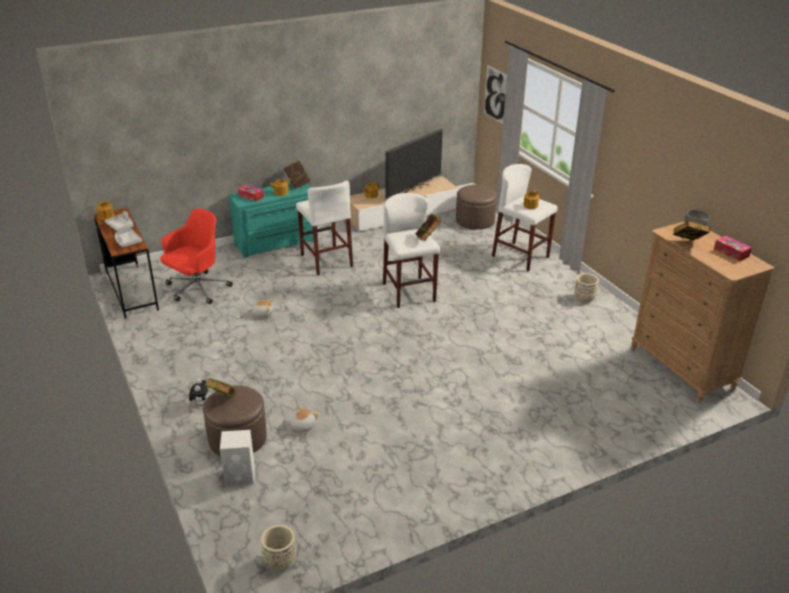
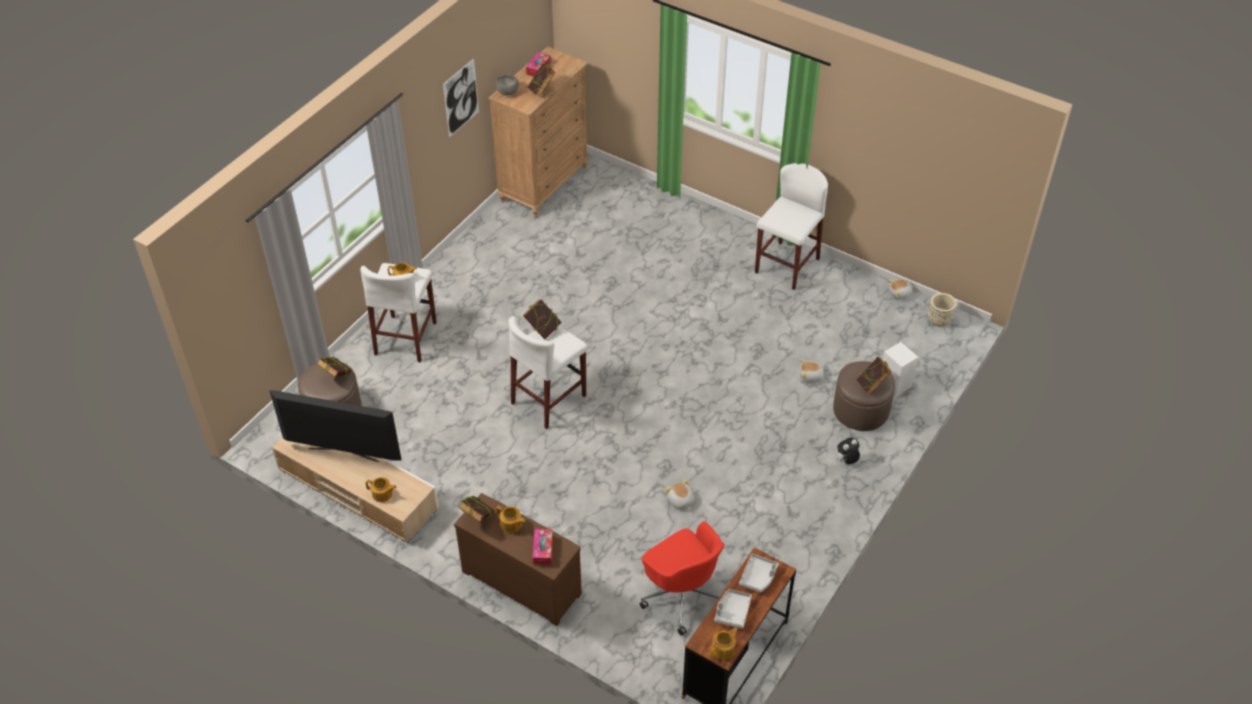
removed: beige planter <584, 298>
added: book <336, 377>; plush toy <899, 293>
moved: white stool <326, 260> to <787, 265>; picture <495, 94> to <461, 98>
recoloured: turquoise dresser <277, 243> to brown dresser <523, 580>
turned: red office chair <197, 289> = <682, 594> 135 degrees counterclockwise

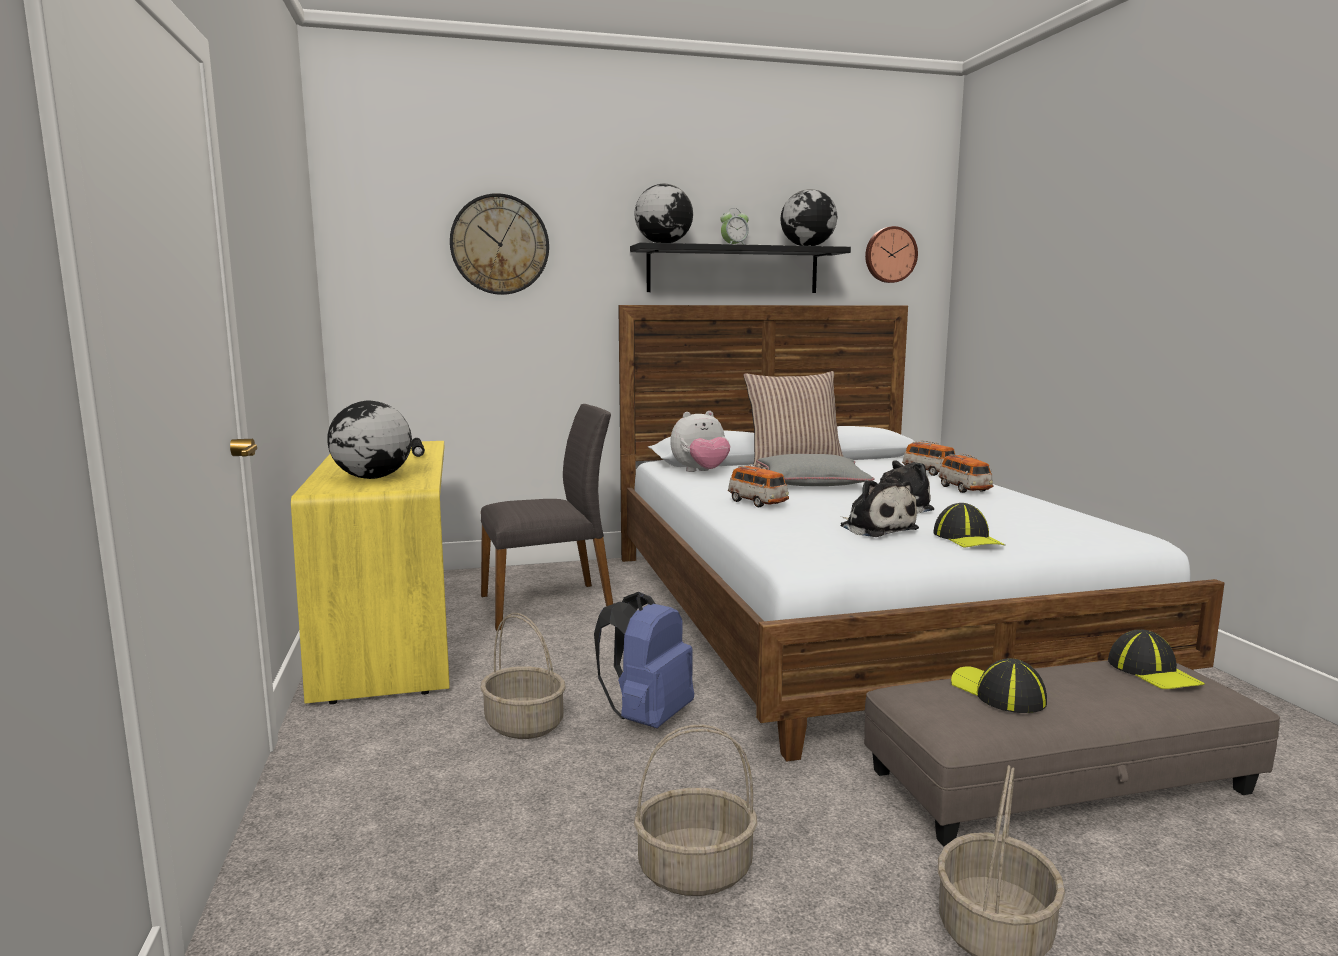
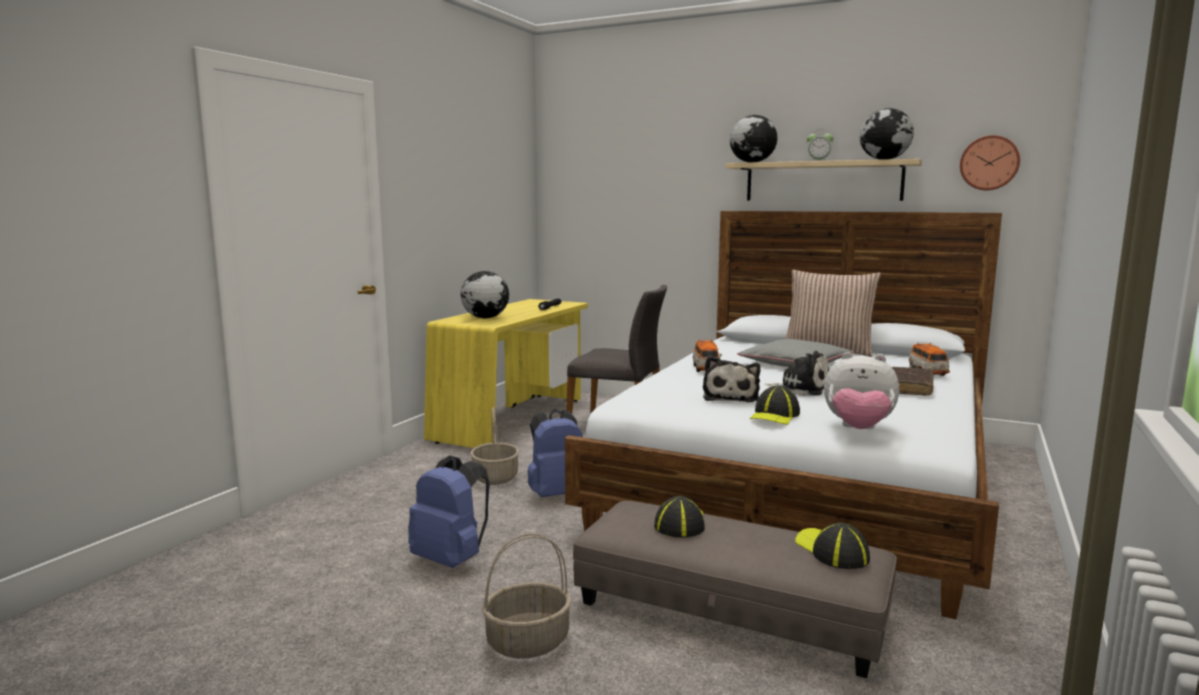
removed: wall clock <499, 244>
moved: plush toy <701, 472> to <858, 429>
replaced: basket <696, 870> to blue backpack <452, 559>; toy car <964, 489> to brown book <909, 388>
recoloured: black shelf <733, 270> to beige shelf <822, 181>
turned: cap <1153, 672> = <831, 551> 135 degrees clockwise

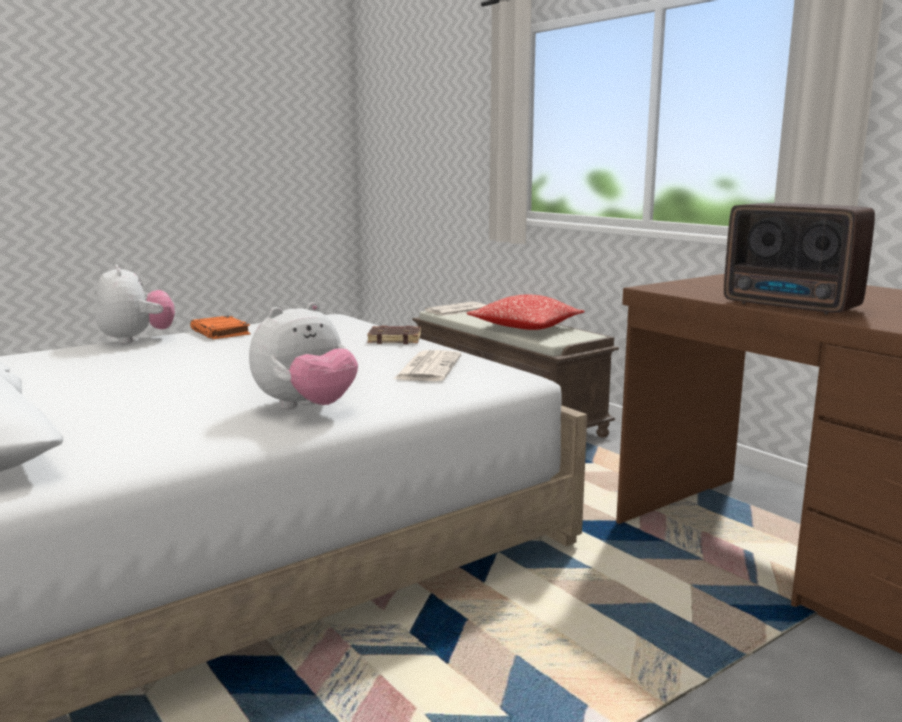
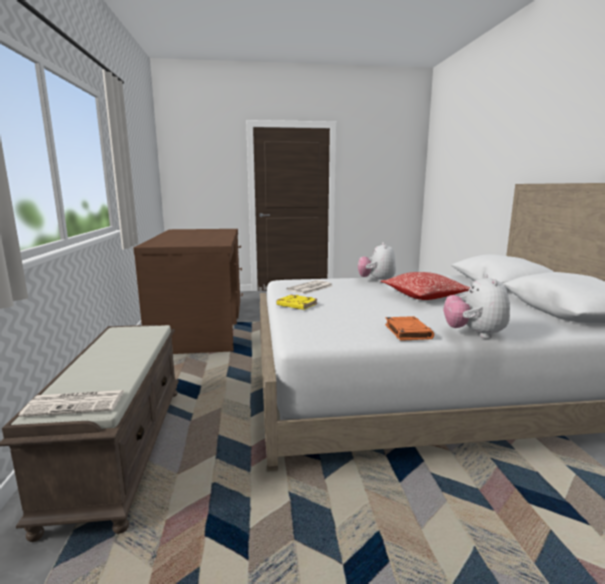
removed: radio <792, 306>
moved: pillow <525, 328> to <424, 296>
recoloured: brown book <395, 339> to yellow book <296, 305>
turned: plush toy <306, 407> = <376, 281> 75 degrees counterclockwise

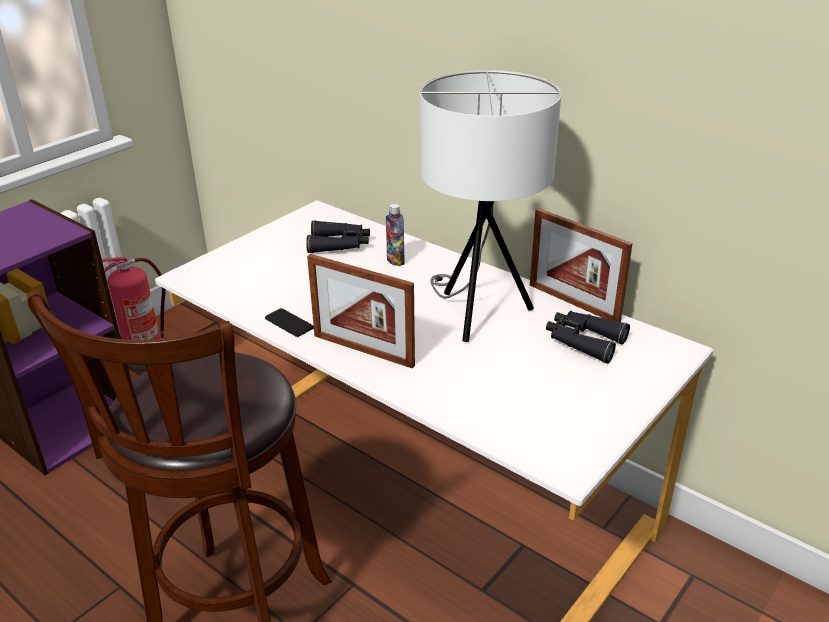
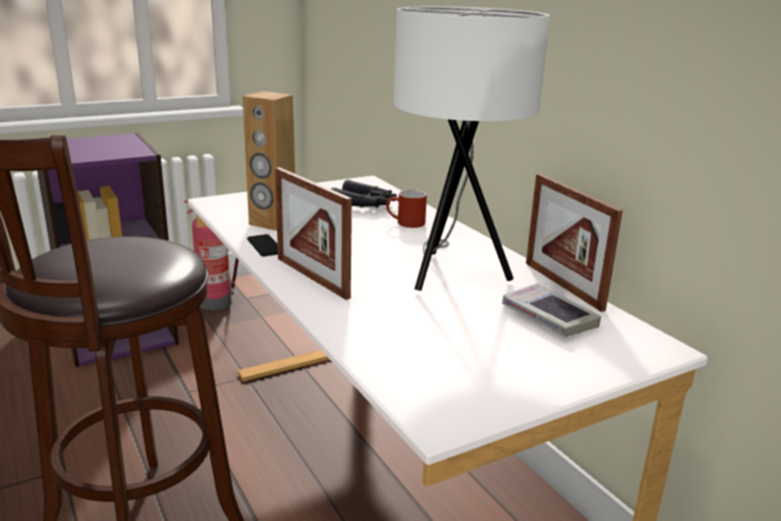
added: brown speaker <272, 223>
replaced: bottle <395, 261> to red mug <405, 223>; black binoculars <583, 341> to book <549, 317>

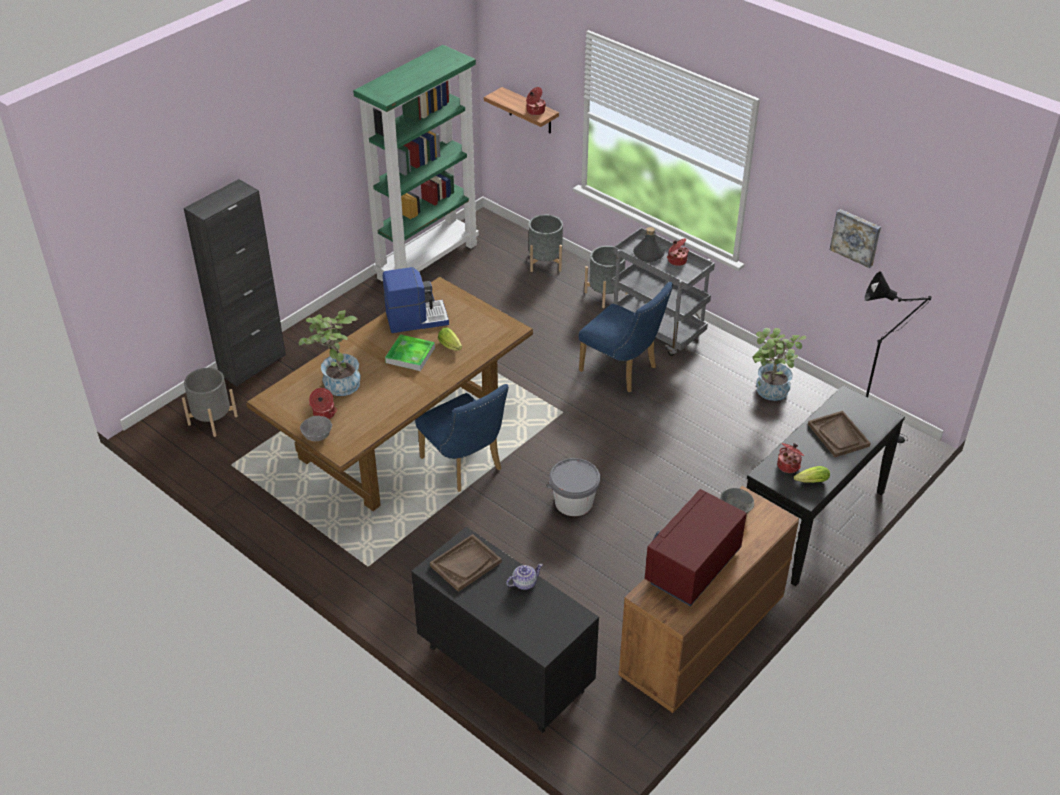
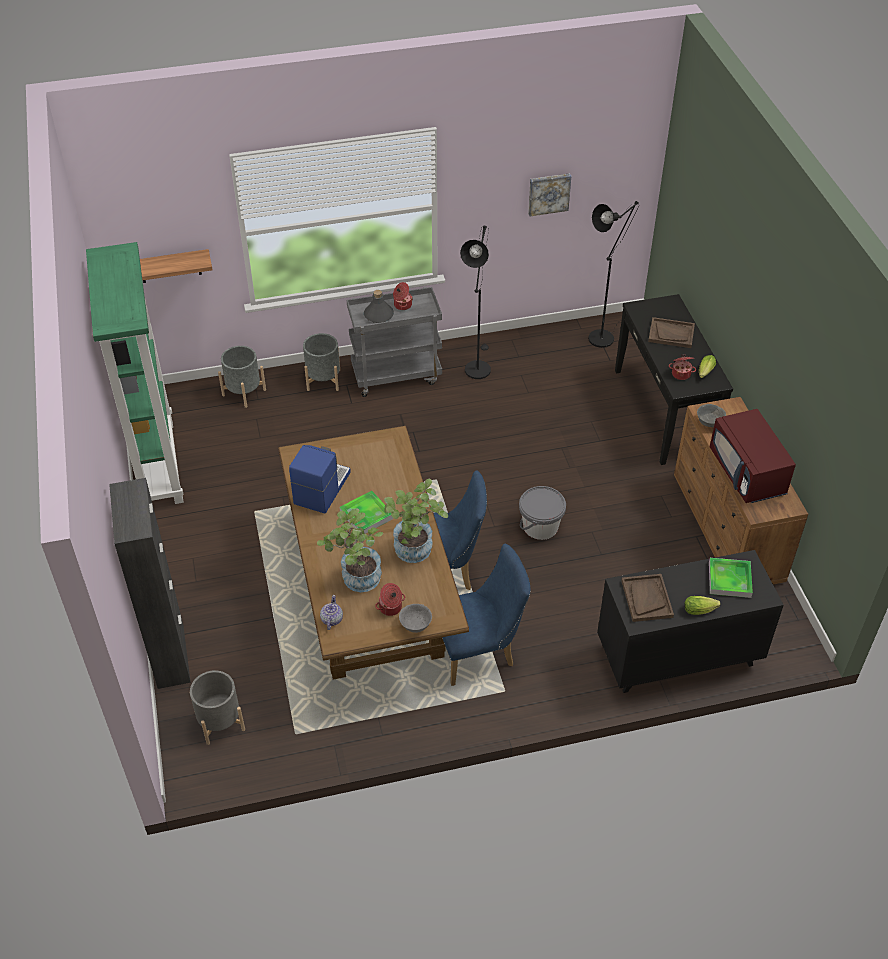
removed: cooking pot <535, 111>
added: black floor lamp <477, 366>; tray <729, 580>
moved: lettuce <451, 346> to <701, 610>; teapot <524, 583> to <331, 619>; blue chair <623, 371> to <480, 652>; potted plant <769, 393> to <415, 553>

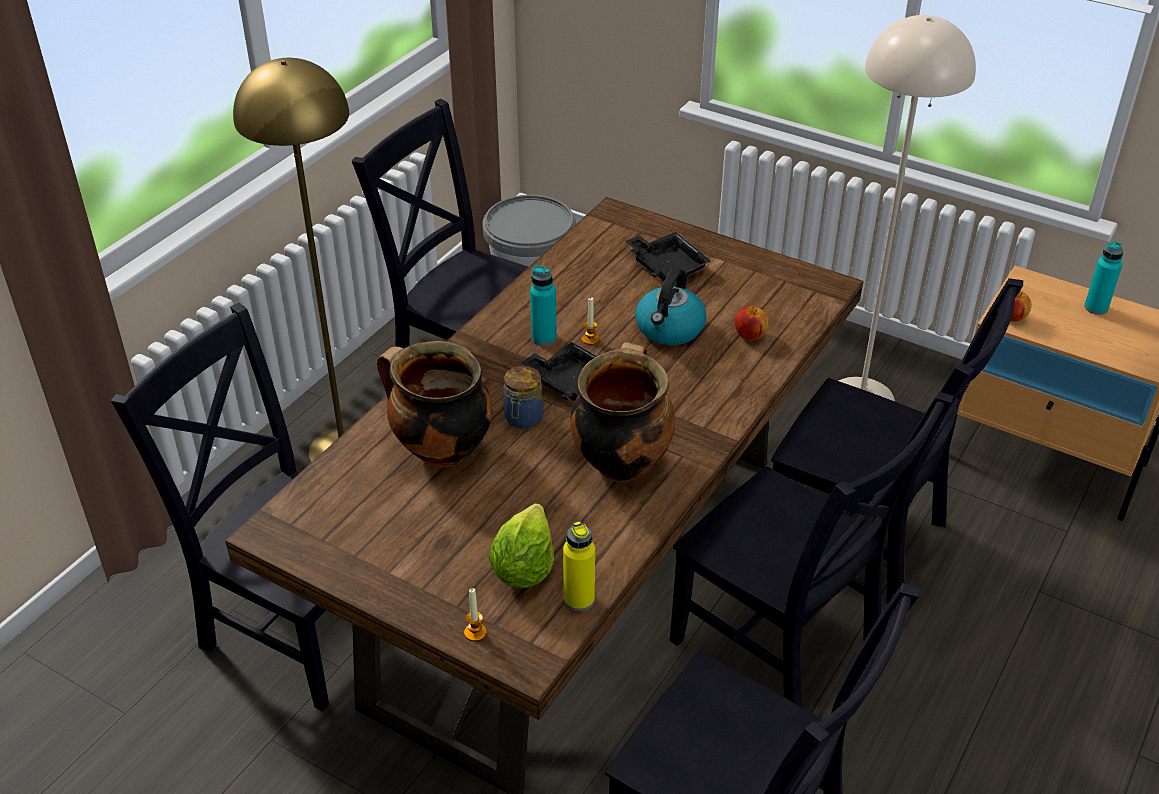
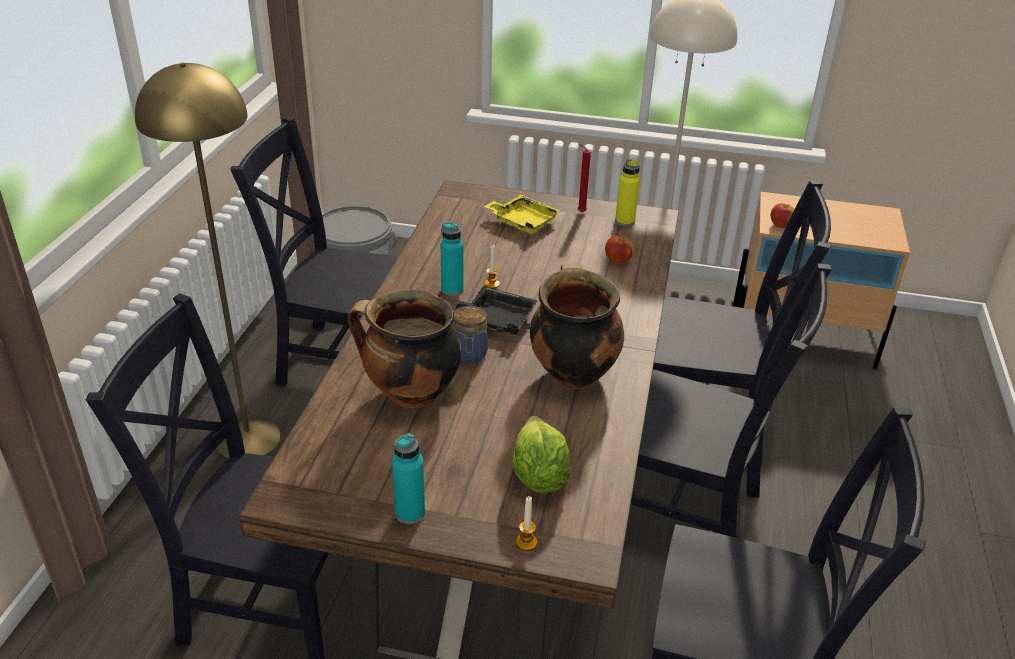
removed: kettle <669, 329>
added: red candle <580, 212>
moved: yellow bottle <579, 599> to <624, 221>; turquoise bottle <1096, 308> to <410, 513>
recoloured: black tray <667, 266> to yellow tray <523, 222>

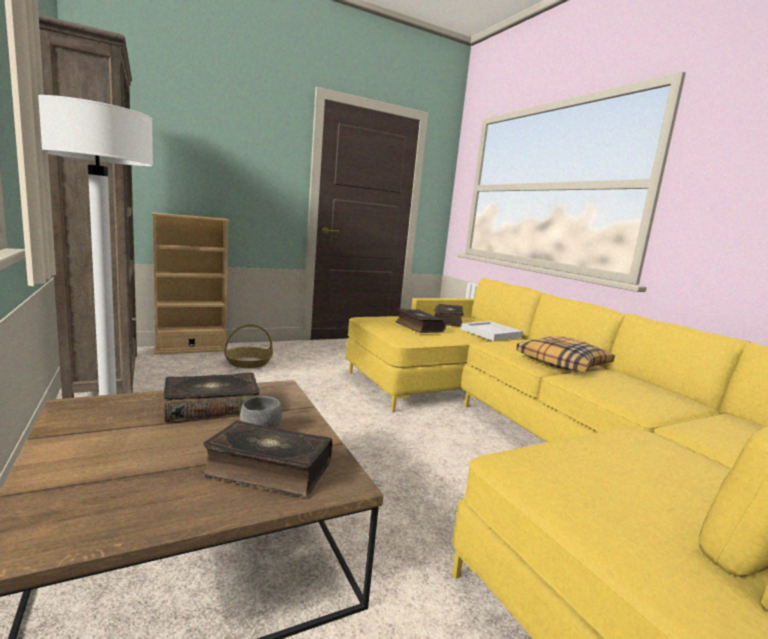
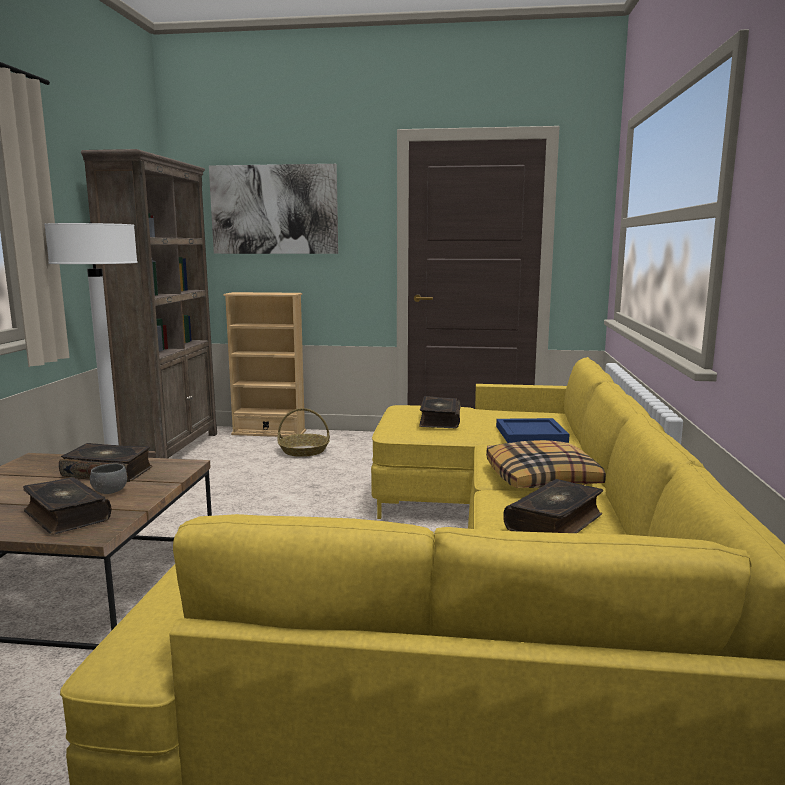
added: picture <274, 209>
moved: book <448, 321> to <555, 522>
recoloured: white tray <491, 333> to blue tray <531, 434>

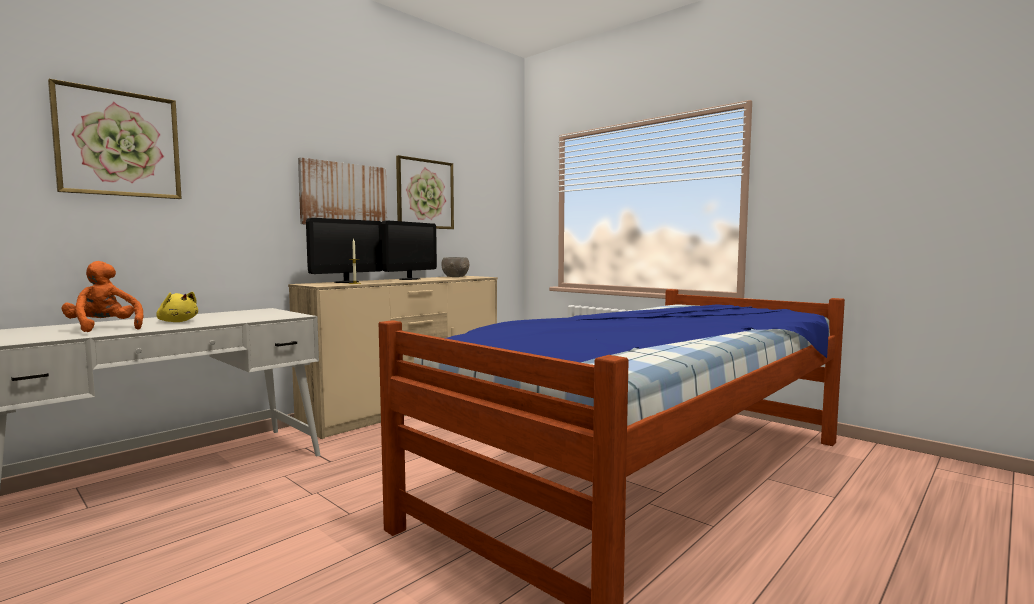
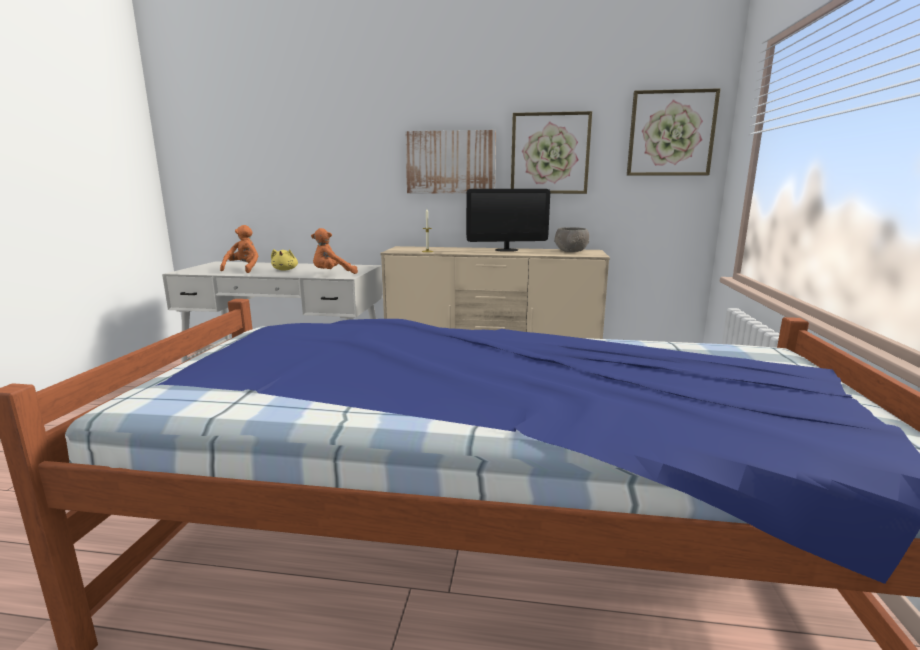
removed: monitor <346, 282>
added: orange plush toy <332, 274>
moved: picture <119, 144> to <671, 133>

